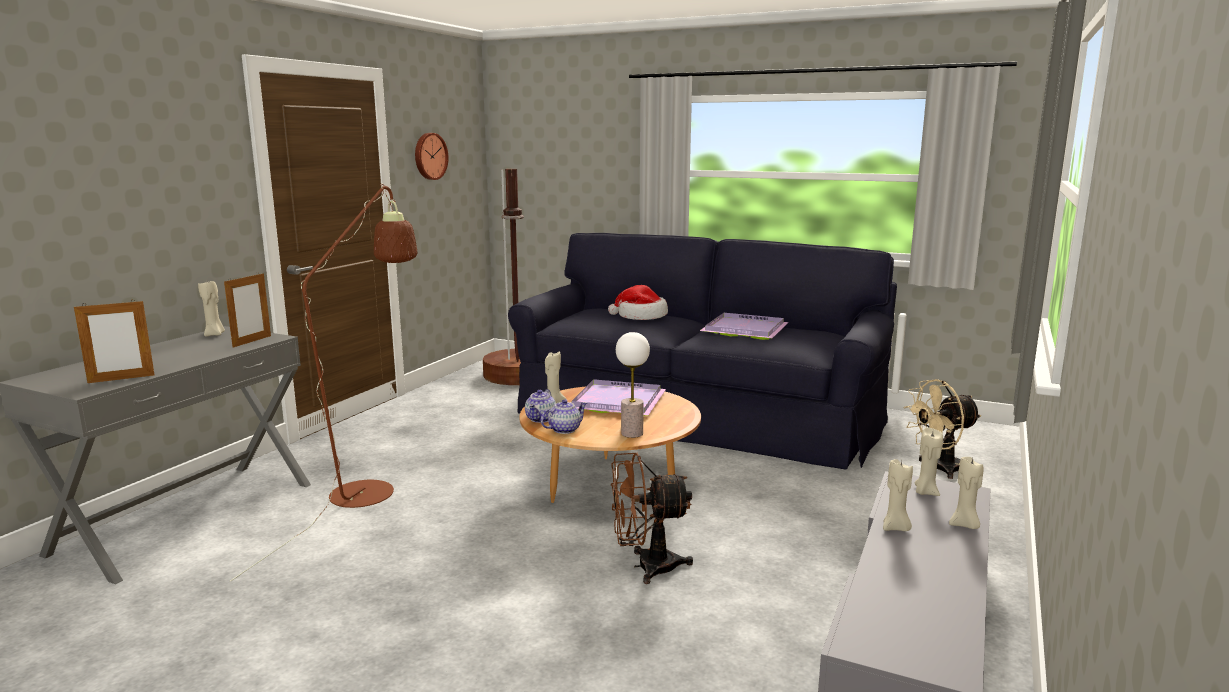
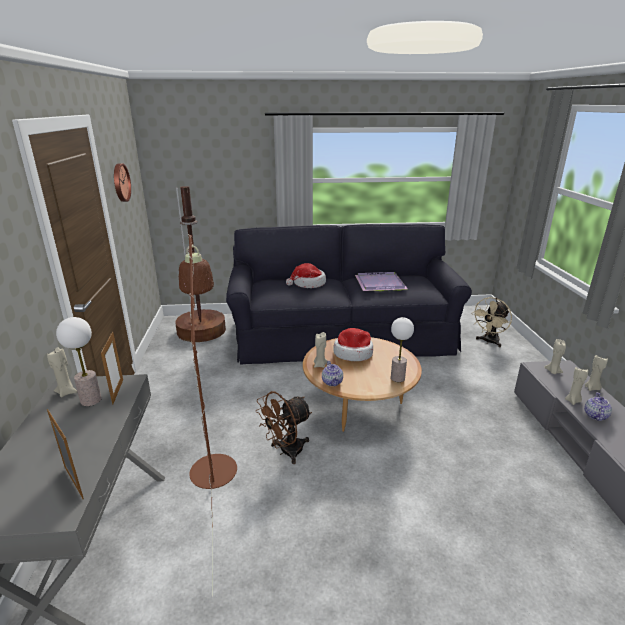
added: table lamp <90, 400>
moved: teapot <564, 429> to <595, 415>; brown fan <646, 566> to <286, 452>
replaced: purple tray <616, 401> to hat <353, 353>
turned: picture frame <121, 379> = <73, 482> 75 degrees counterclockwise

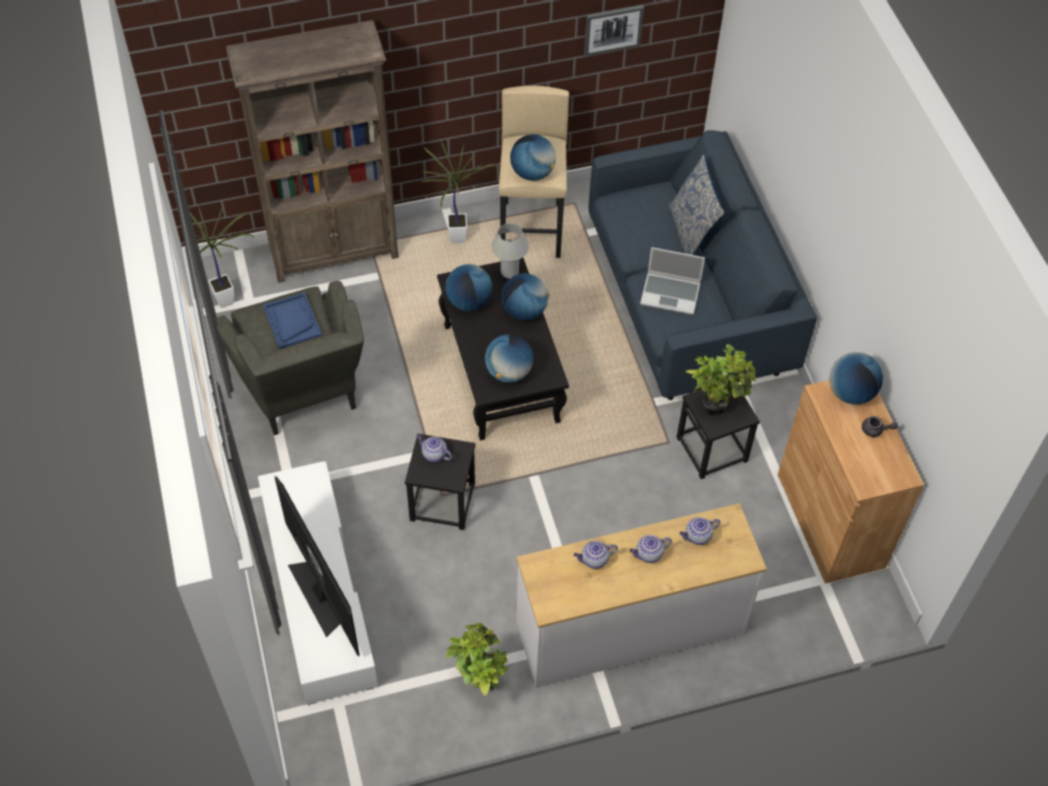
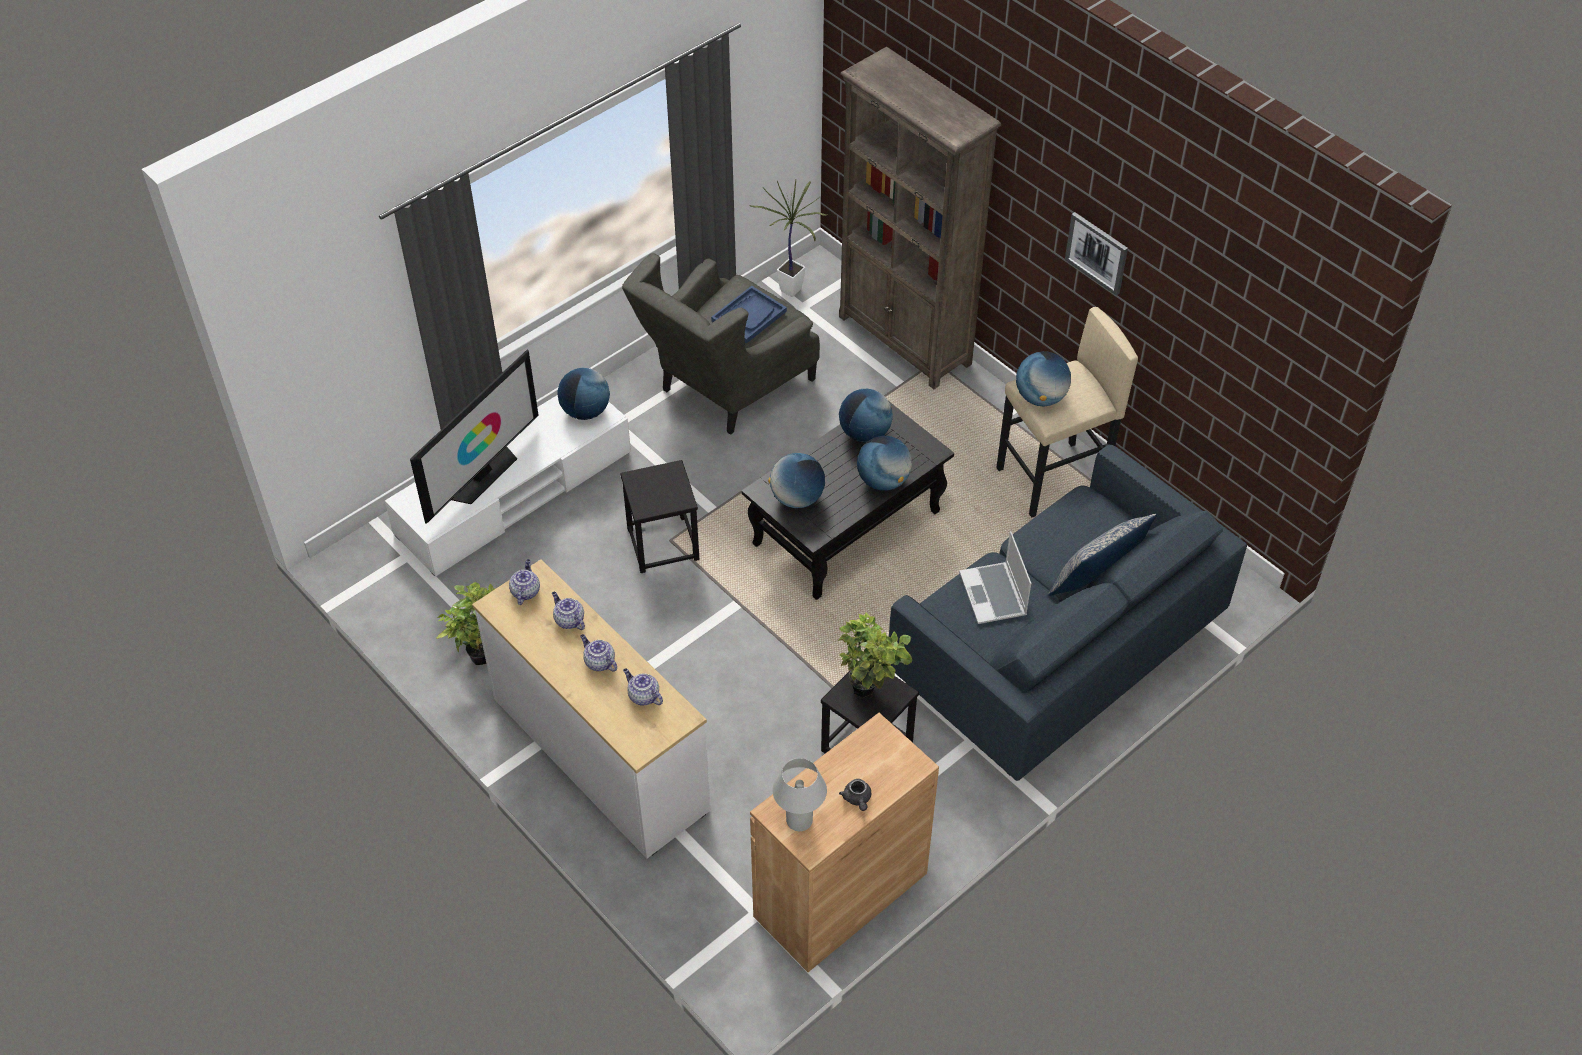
removed: potted plant <455, 241>
moved: teapot <433, 454> to <525, 591>; white table lamp <509, 272> to <799, 820>; picture <613, 29> to <1097, 252>; globe <850, 393> to <585, 411>

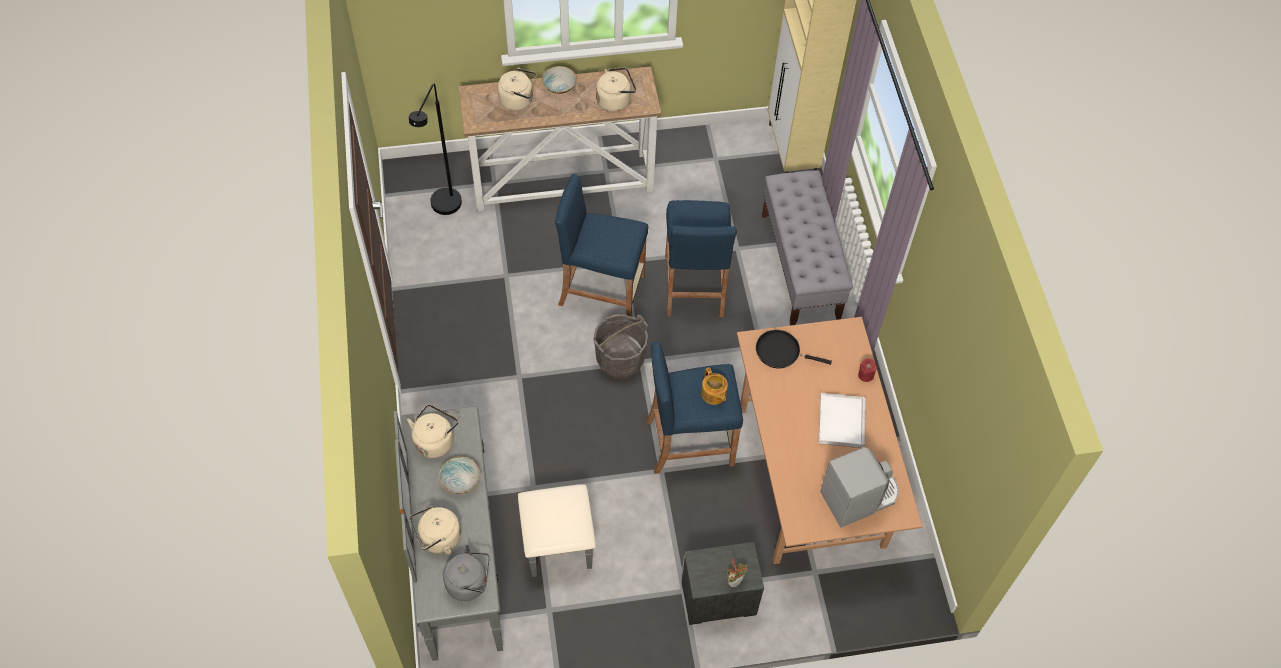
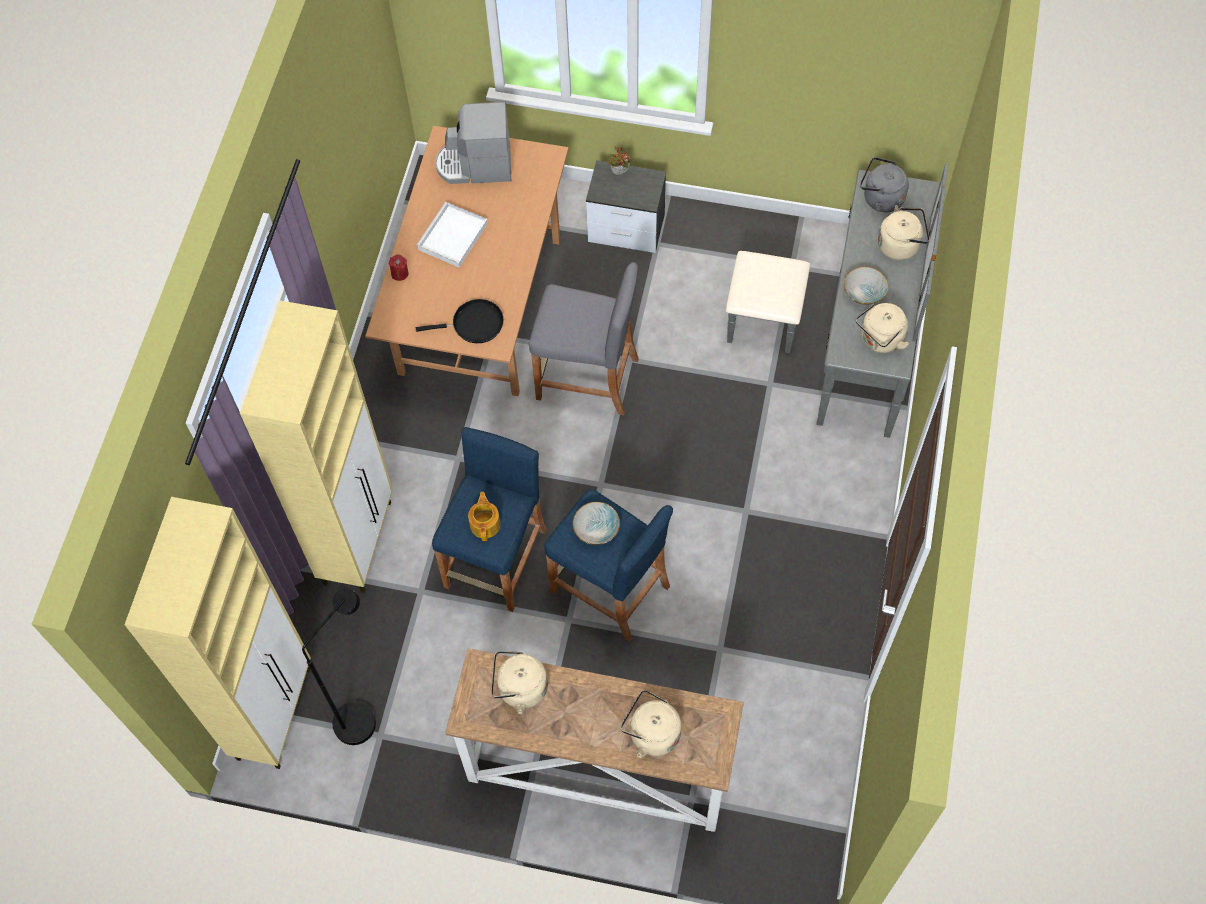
removed: grey bucket <620, 359>
moved: black floor lamp <444, 210> to <361, 714>; bowl <559, 86> to <596, 529>; teapot <713, 394> to <485, 523>
replaced: grey bench <800, 266> to beige cabinet <358, 541>
recoloured: blue stool <689, 442> to grey stool <587, 378>
turned: black frying pan <781, 352> = <474, 324> 45 degrees counterclockwise

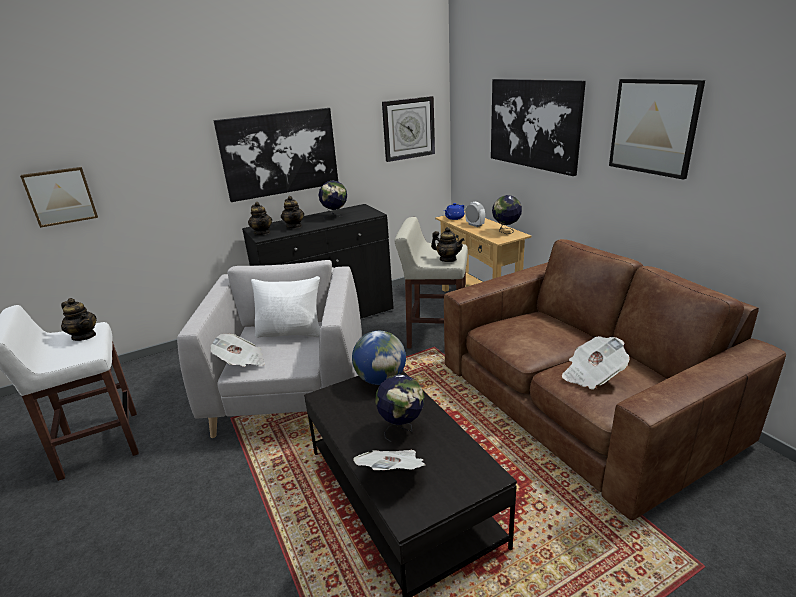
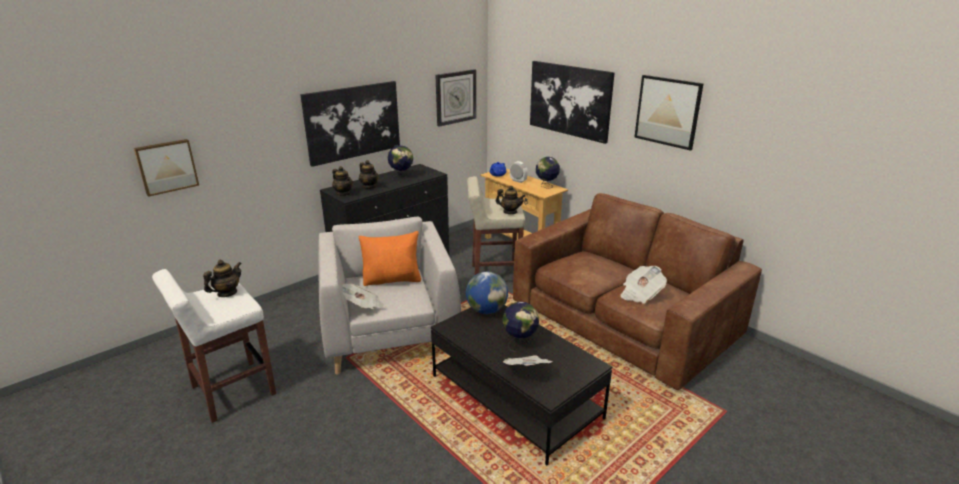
recoloured: white pillow <291, 332> to orange pillow <392, 280>
turned: teapot <84, 336> = <227, 293> 75 degrees counterclockwise

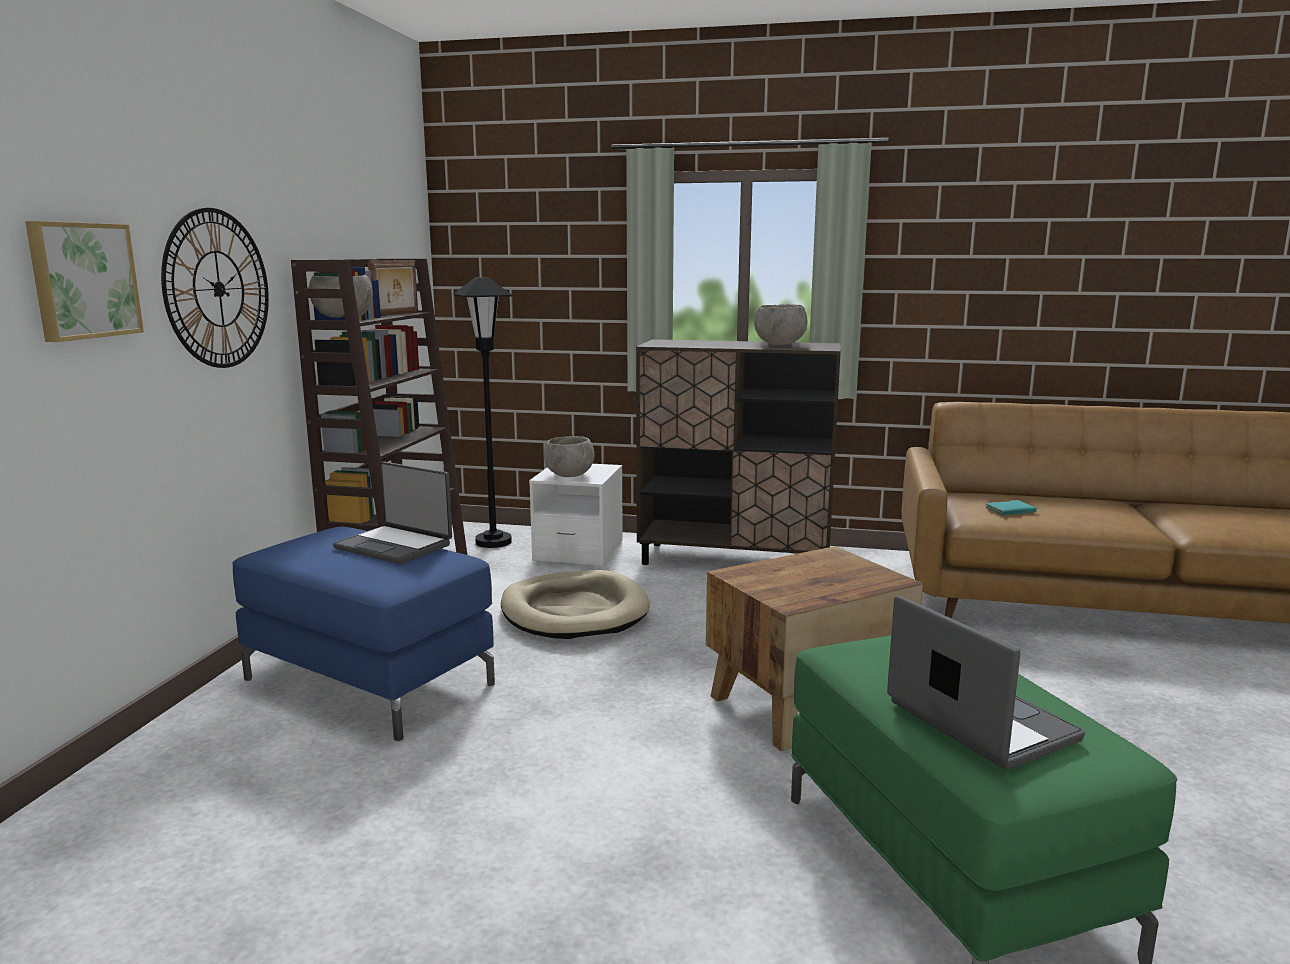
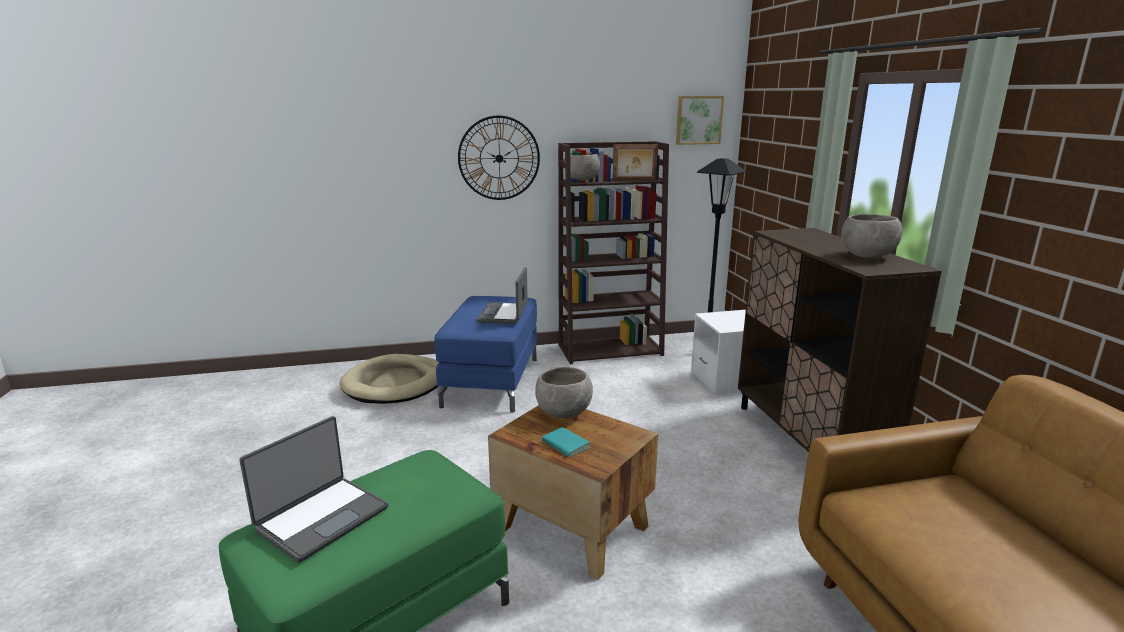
moved: picture <82, 280> to <698, 120>; beige dog bed <574, 611> to <396, 383>; grey bowl <569, 475> to <564, 413>; turquoise book <1011, 511> to <564, 445>

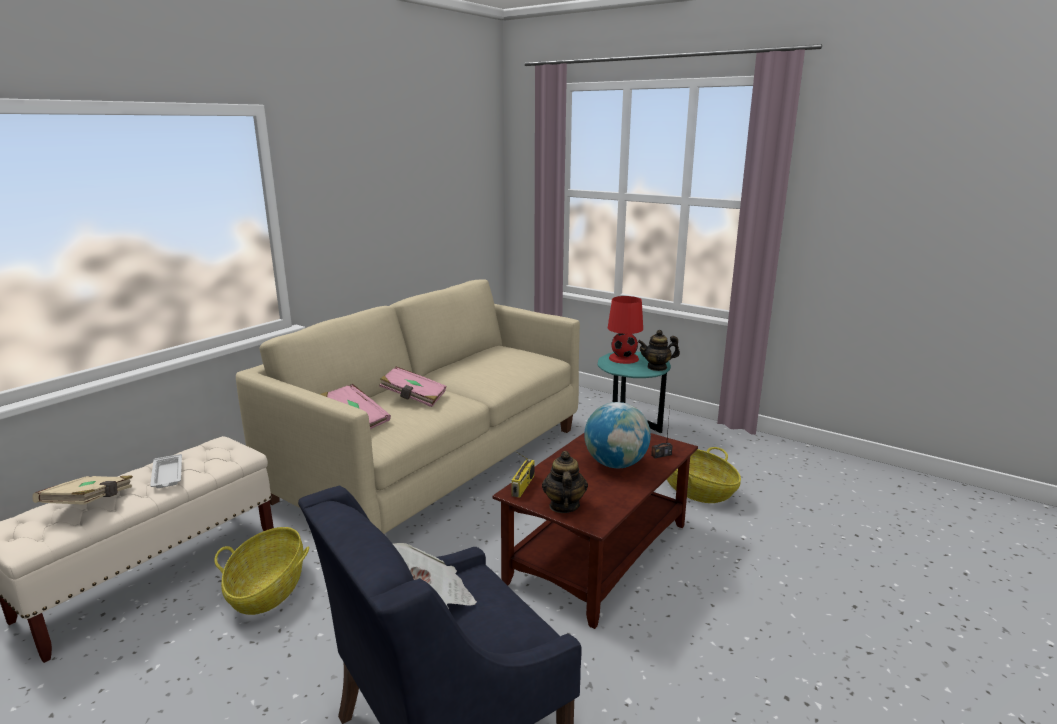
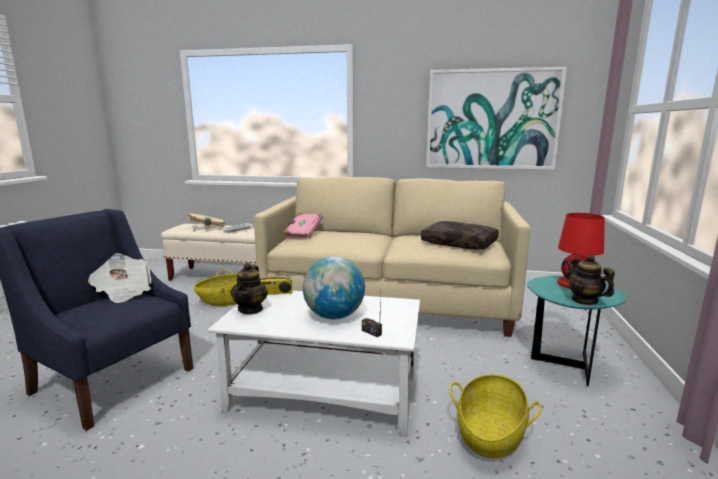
removed: pink book <413, 398>
added: brown pillow <460, 243>; picture <491, 119>
recoloured: brown coffee table <599, 552> to white coffee table <326, 393>
turned: teapot <564, 506> = <251, 309> 120 degrees clockwise

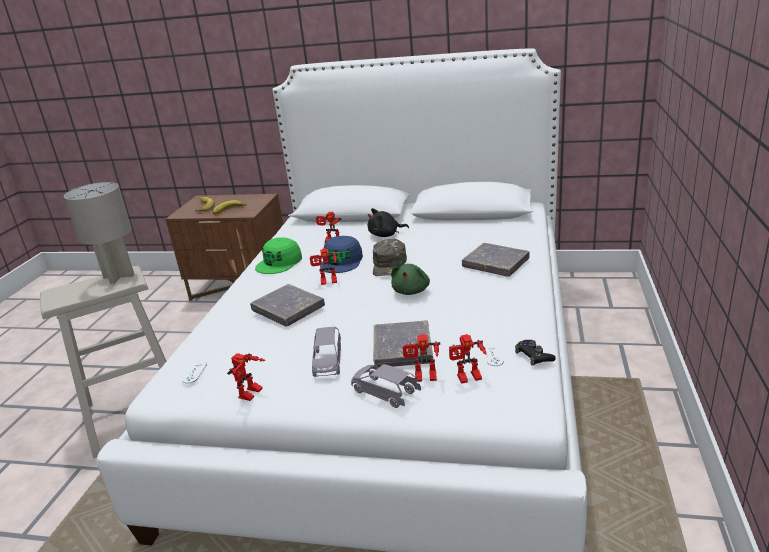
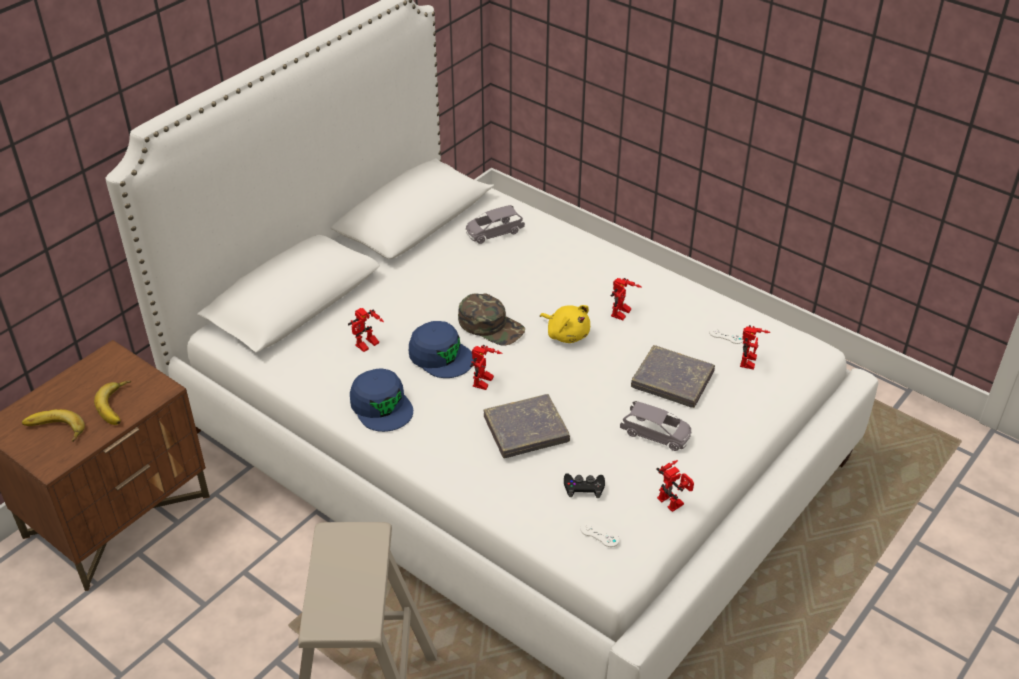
removed: grey table lamp <118, 276>; black plush toy <386, 235>; grey book <495, 263>
moved: grey toy car <385, 393> to <494, 232>; toy robot <424, 378> to <623, 314>; black game controller <534, 356> to <584, 488>
recoloured: green cap <279, 262> to blue cap <381, 405>; green plush toy <411, 291> to yellow plush toy <566, 334>

